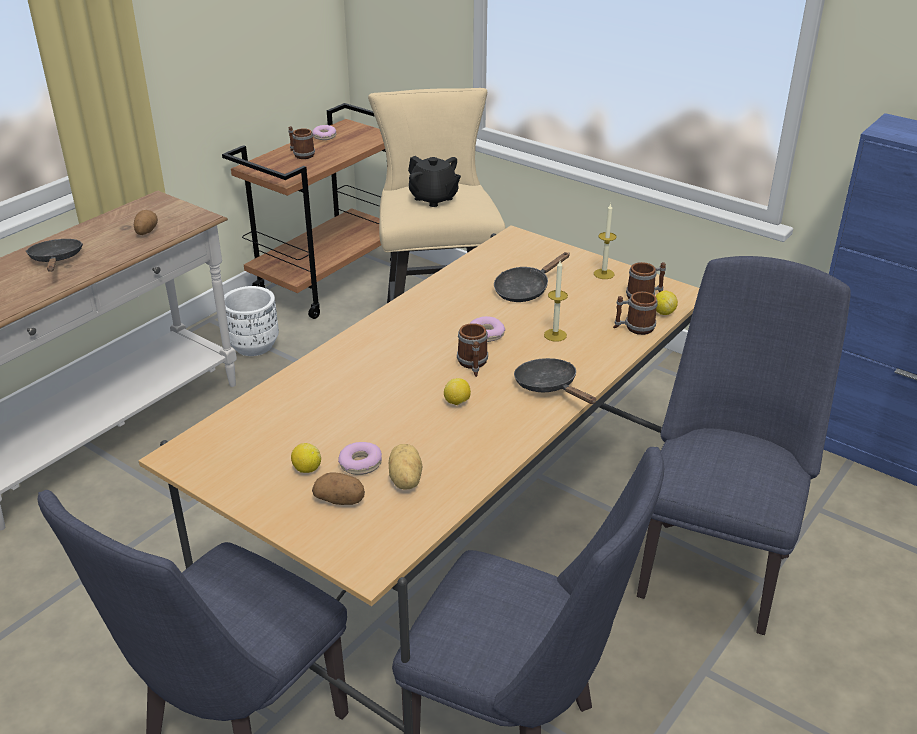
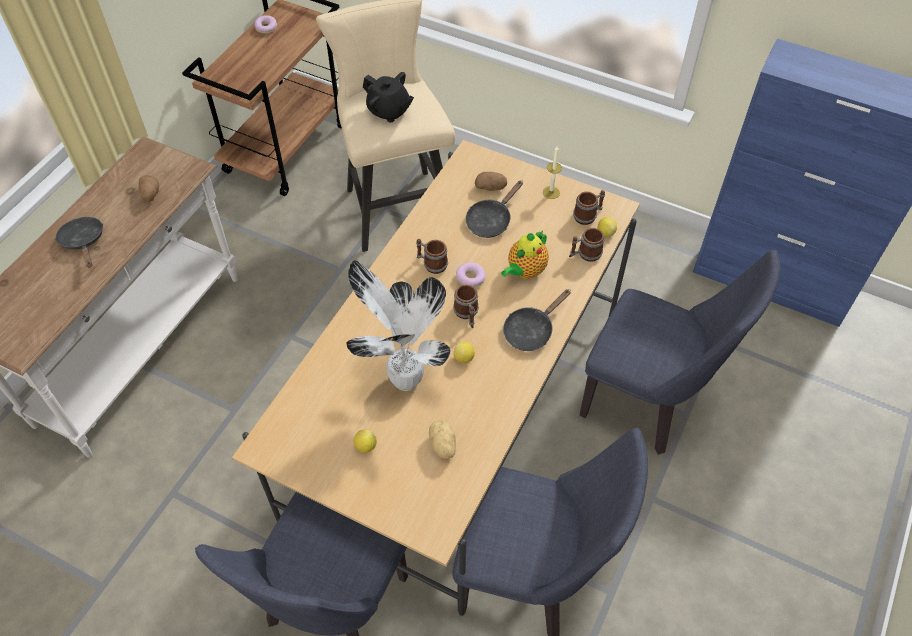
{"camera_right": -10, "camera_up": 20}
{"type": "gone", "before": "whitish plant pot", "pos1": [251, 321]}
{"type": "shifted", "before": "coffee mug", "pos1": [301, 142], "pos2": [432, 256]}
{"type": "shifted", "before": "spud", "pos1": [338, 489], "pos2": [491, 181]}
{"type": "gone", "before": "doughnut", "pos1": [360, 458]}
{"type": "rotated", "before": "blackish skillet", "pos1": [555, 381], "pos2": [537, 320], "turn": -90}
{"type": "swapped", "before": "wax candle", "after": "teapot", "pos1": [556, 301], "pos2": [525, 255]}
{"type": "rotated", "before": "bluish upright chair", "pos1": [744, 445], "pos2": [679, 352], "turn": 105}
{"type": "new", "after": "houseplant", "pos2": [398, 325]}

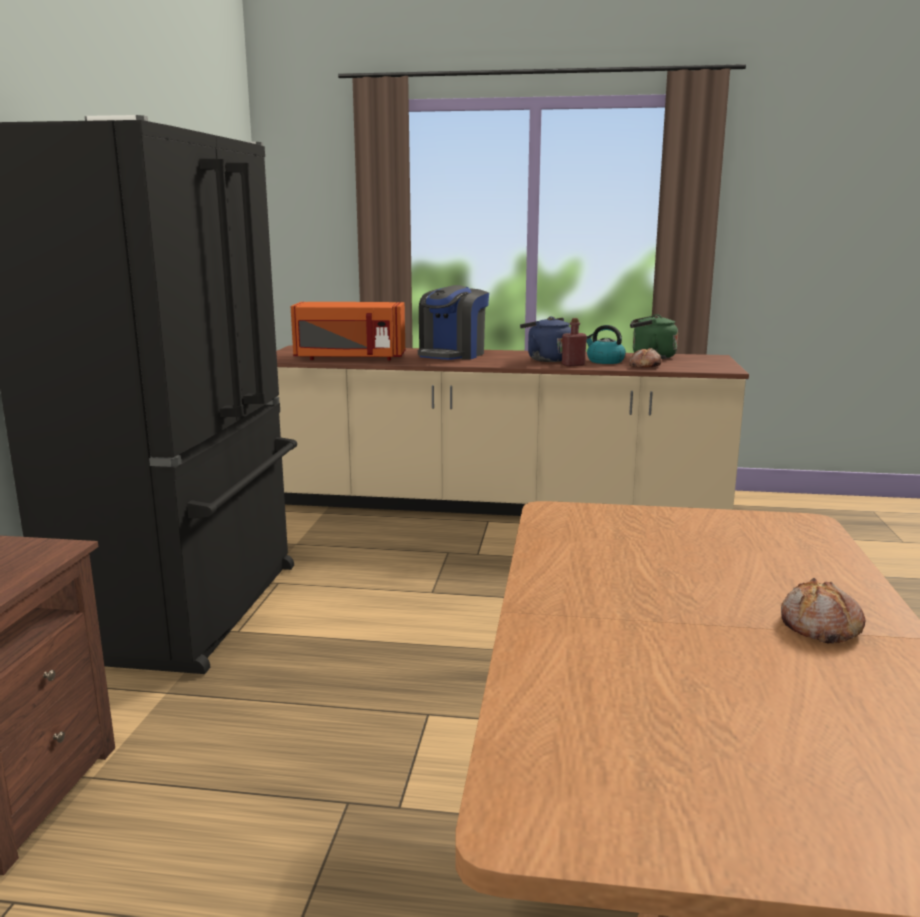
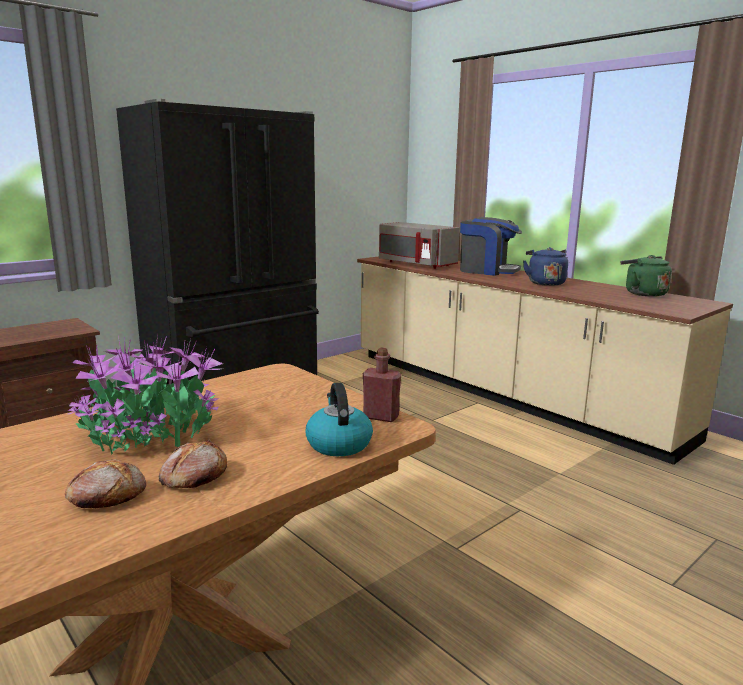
{"camera_right": 40, "camera_up": 0}
{"type": "repainted", "before": "orangey microwave oven", "after": "greyish microwave oven", "pos1": [348, 331], "pos2": [419, 245]}
{"type": "rotated", "before": "coffee maker", "pos1": [453, 322], "pos2": [491, 246], "turn": -135}
{"type": "shifted", "before": "red beverage bottle", "pos1": [574, 342], "pos2": [382, 385]}
{"type": "shifted", "before": "tea kettle", "pos1": [606, 344], "pos2": [339, 419]}
{"type": "shifted", "before": "bakery bread", "pos1": [645, 358], "pos2": [105, 483]}
{"type": "new", "after": "houseplant", "pos2": [146, 394]}

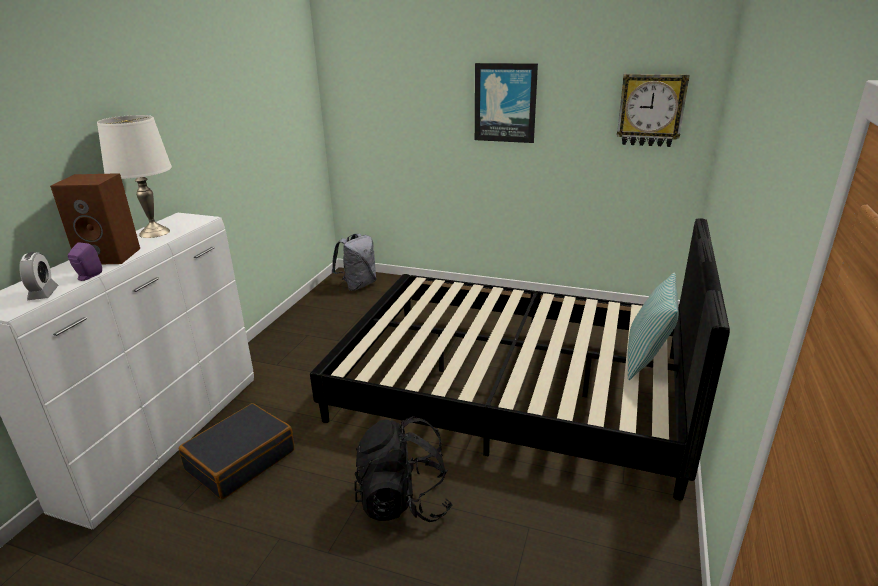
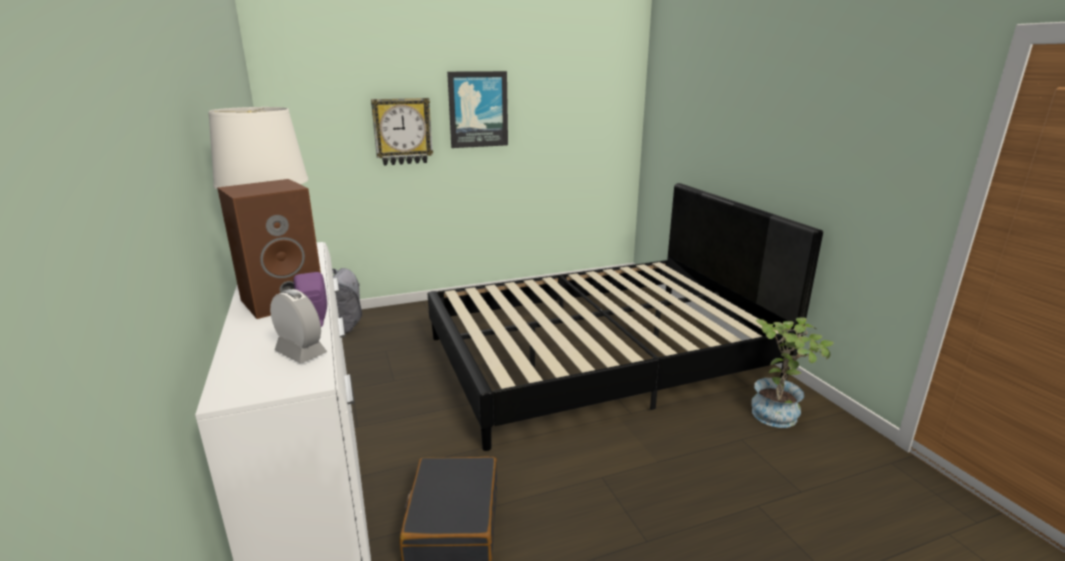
{"camera_right": -40, "camera_up": -5}
{"type": "gone", "before": "blackish backpack", "pos1": [403, 469]}
{"type": "shifted", "before": "clock on the wall", "pos1": [653, 110], "pos2": [402, 131]}
{"type": "gone", "before": "throw pillow", "pos1": [653, 326]}
{"type": "new", "after": "houseplant", "pos2": [792, 373]}

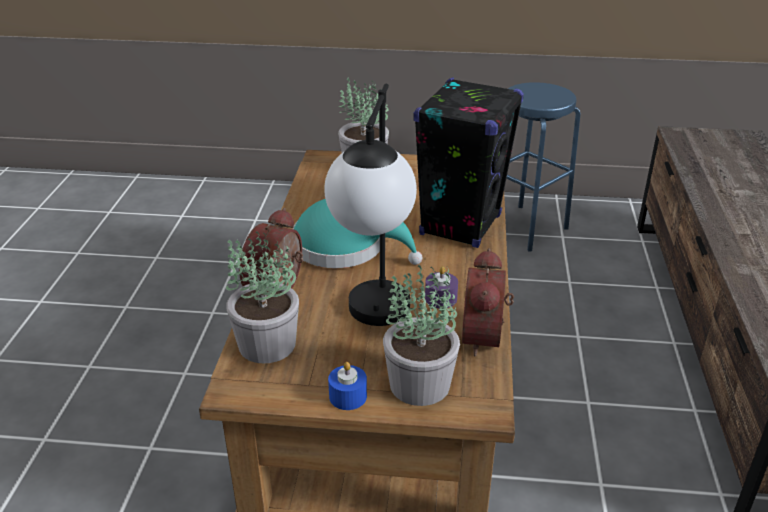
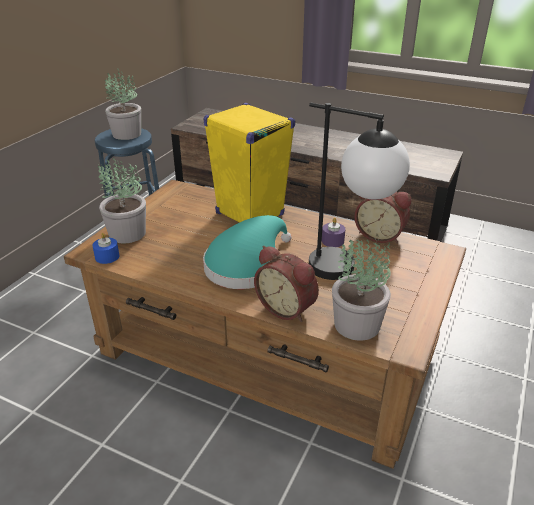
{"camera_right": -70, "camera_up": 0}
{"type": "shifted", "before": "bluish wax candle", "pos1": [347, 386], "pos2": [105, 248]}
{"type": "shifted", "before": "houseplant", "pos1": [421, 335], "pos2": [123, 104]}
{"type": "repainted", "before": "blackish audio speaker", "after": "yellow audio speaker", "pos1": [468, 162], "pos2": [249, 163]}

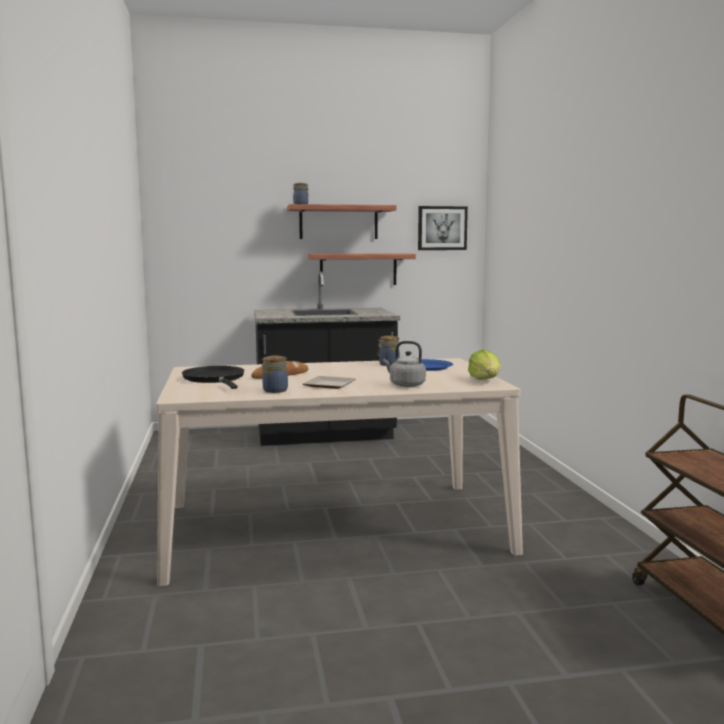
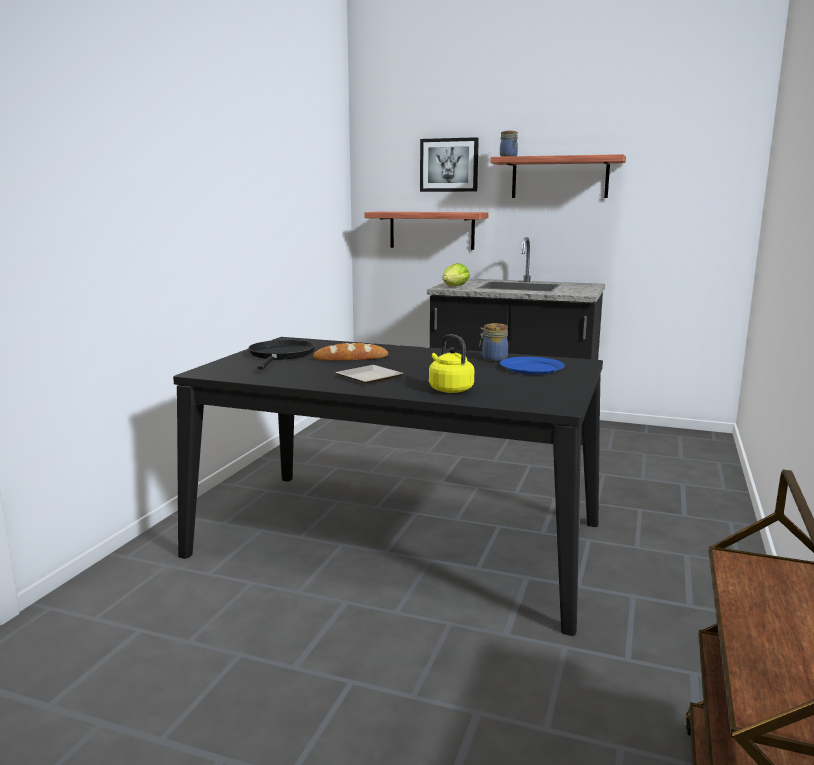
{"camera_right": 30, "camera_up": 5}
{"type": "repainted", "before": "sand-coloured dinner table", "after": "blackish dinner table", "pos1": [339, 472], "pos2": [388, 486]}
{"type": "gone", "before": "storage jar", "pos1": [275, 374]}
{"type": "shifted", "before": "bracket shelf", "pos1": [362, 270], "pos2": [426, 231]}
{"type": "repainted", "before": "greyish tea kettle", "after": "yellow tea kettle", "pos1": [404, 364], "pos2": [451, 363]}
{"type": "shifted", "before": "wall art", "pos1": [443, 228], "pos2": [449, 164]}
{"type": "shifted", "before": "lettuce head", "pos1": [484, 364], "pos2": [456, 274]}

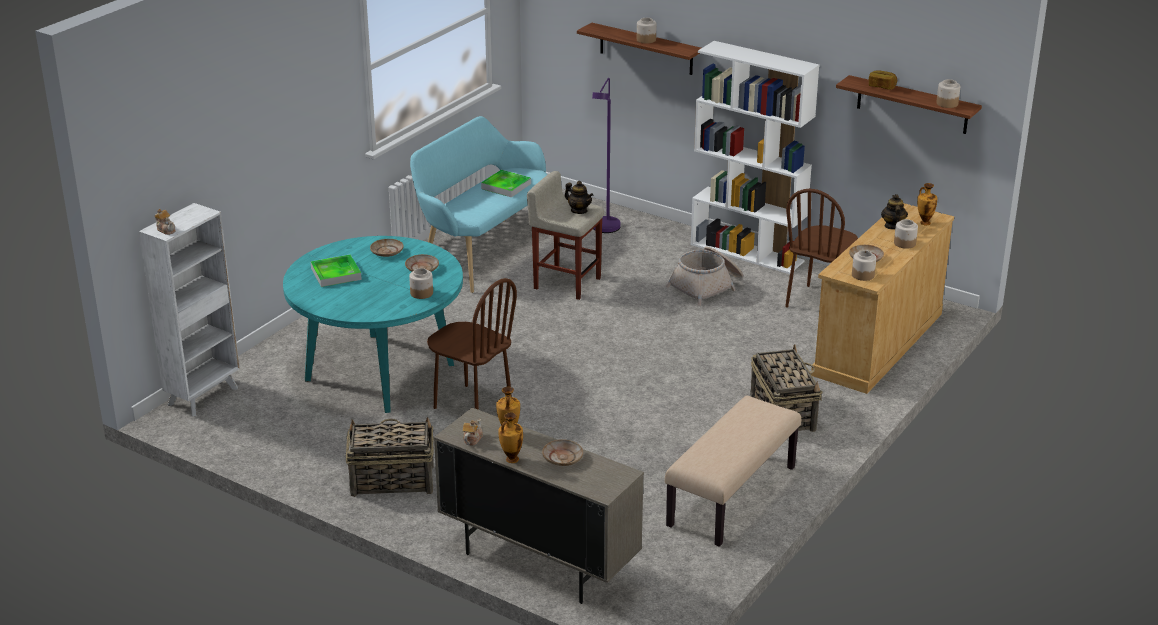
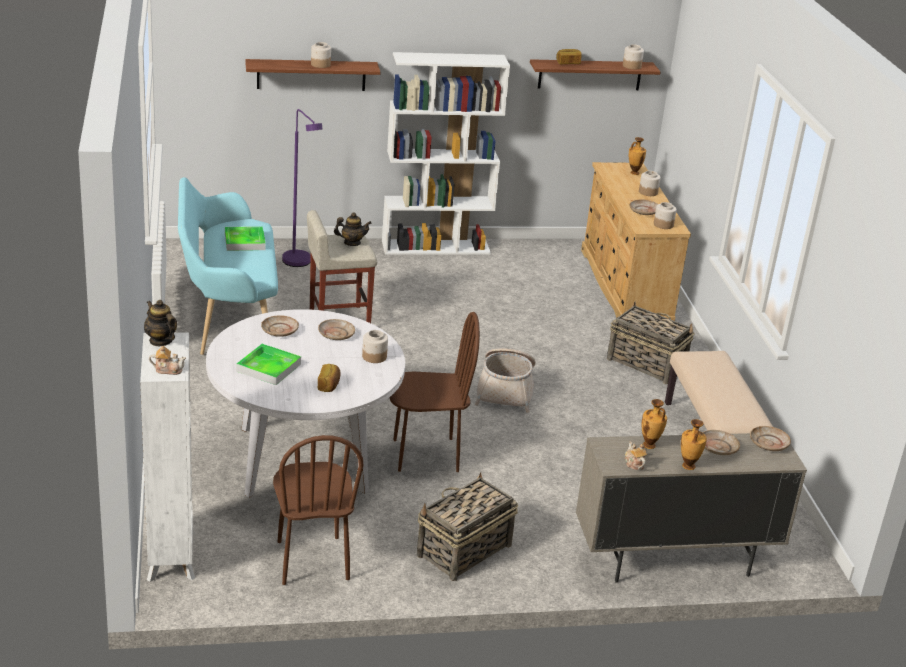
{"camera_right": -45, "camera_up": 0}
{"type": "repainted", "before": "turquoise dinner table", "after": "whitish dinner table", "pos1": [373, 324], "pos2": [305, 403]}
{"type": "shifted", "before": "basket", "pos1": [704, 276], "pos2": [505, 380]}
{"type": "shifted", "before": "brown-coloured upright chair", "pos1": [821, 248], "pos2": [318, 510]}
{"type": "shifted", "before": "teapot", "pos1": [894, 212], "pos2": [160, 323]}
{"type": "new", "after": "bakery bread", "pos2": [329, 378]}
{"type": "new", "after": "sand-coloured plate", "pos2": [770, 438]}

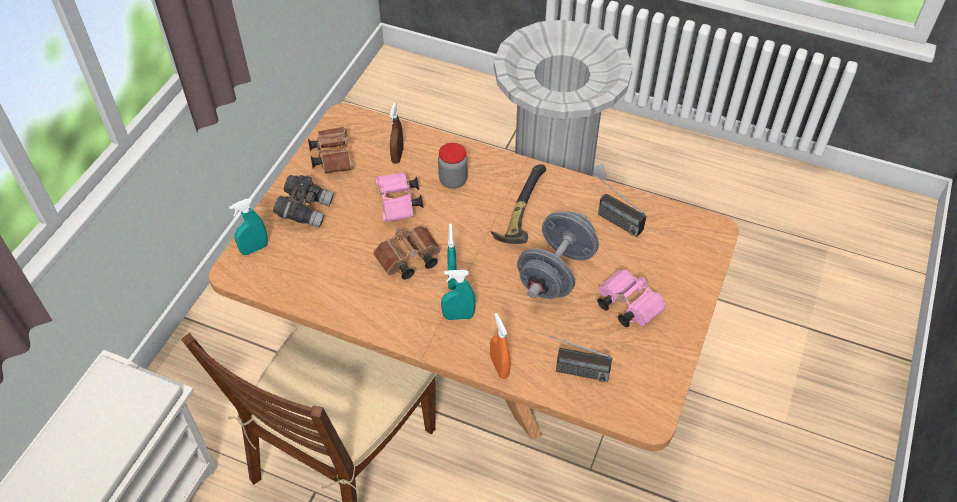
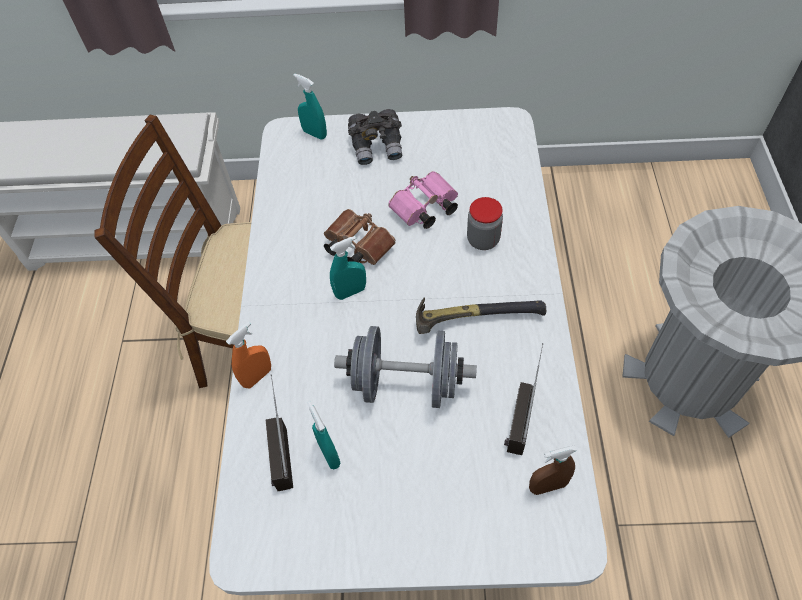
{"camera_right": 70, "camera_up": 5}
{"type": "repainted", "before": "brown-coloured dinner table", "after": "whitish dinner table", "pos1": [474, 277], "pos2": [408, 351]}
{"type": "gone", "before": "brown-coloured field glasses", "pos1": [330, 150]}
{"type": "shifted", "before": "brown-coloured sprayer", "pos1": [397, 133], "pos2": [553, 470]}
{"type": "shifted", "before": "turquoise sprayer", "pos1": [458, 295], "pos2": [323, 435]}
{"type": "gone", "before": "pink-coloured field glasses", "pos1": [631, 298]}

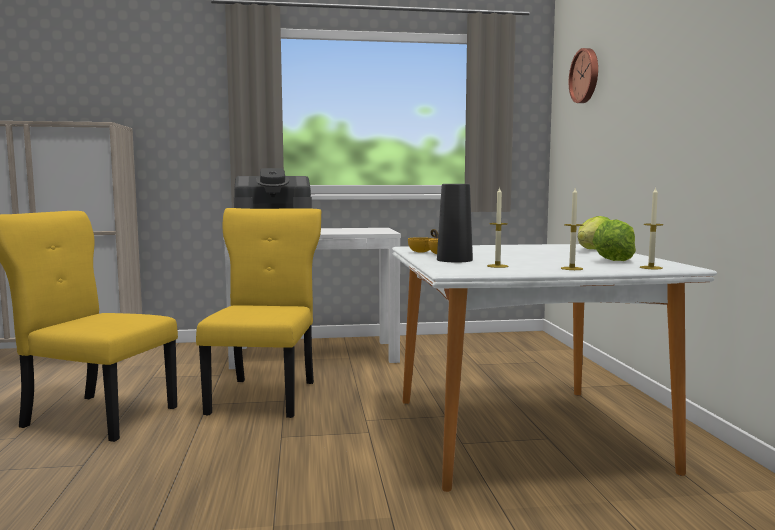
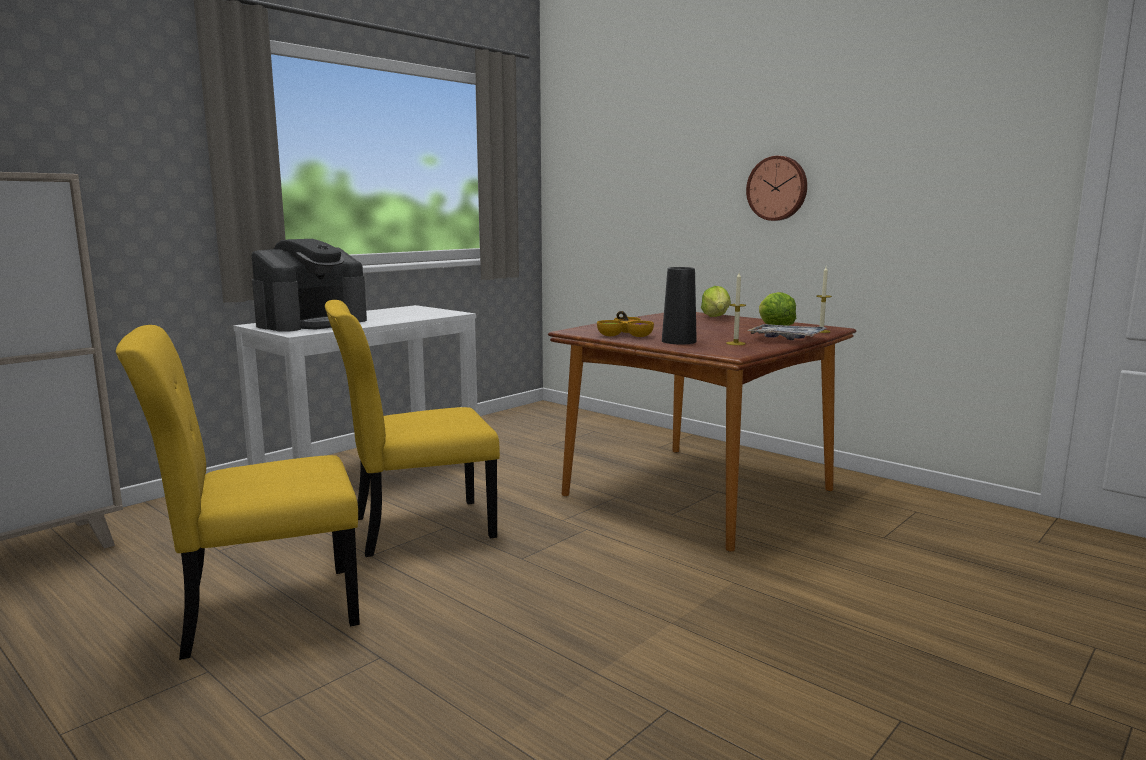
{"camera_right": -40, "camera_up": 5}
{"type": "rotated", "before": "yellow upright chair", "pos1": [258, 313], "pos2": [412, 428], "turn": -75}
{"type": "repainted", "before": "whitish dinner table", "after": "brown-coloured dinner table", "pos1": [554, 368], "pos2": [702, 432]}
{"type": "swapped", "before": "wax candle", "after": "serving tray", "pos1": [572, 229], "pos2": [787, 332]}
{"type": "shifted", "before": "clock on the wall", "pos1": [583, 75], "pos2": [776, 188]}

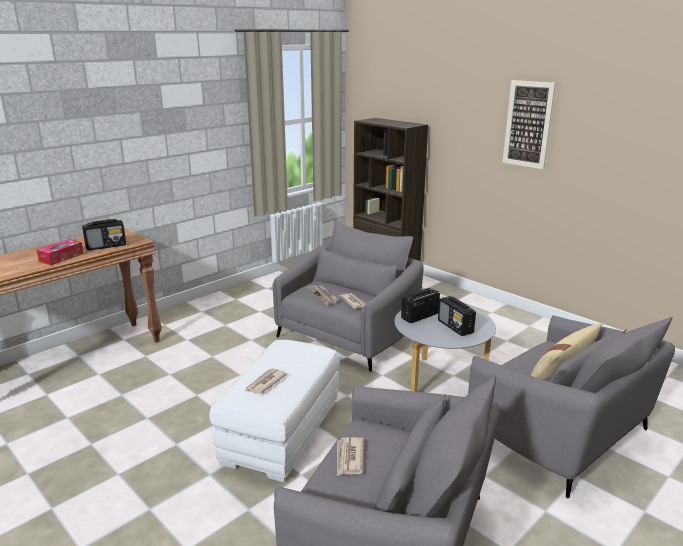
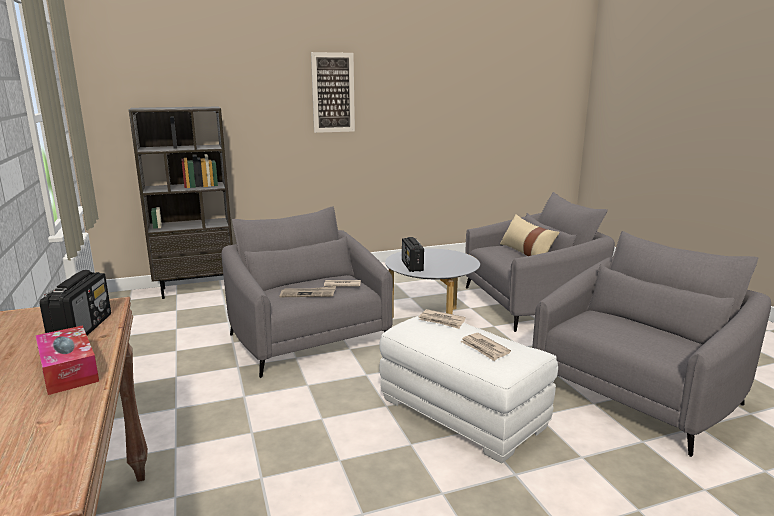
{"camera_right": -65, "camera_up": -5}
{"type": "shifted", "before": "newspaper", "pos1": [350, 456], "pos2": [442, 319]}
{"type": "gone", "before": "radio set", "pos1": [457, 316]}

